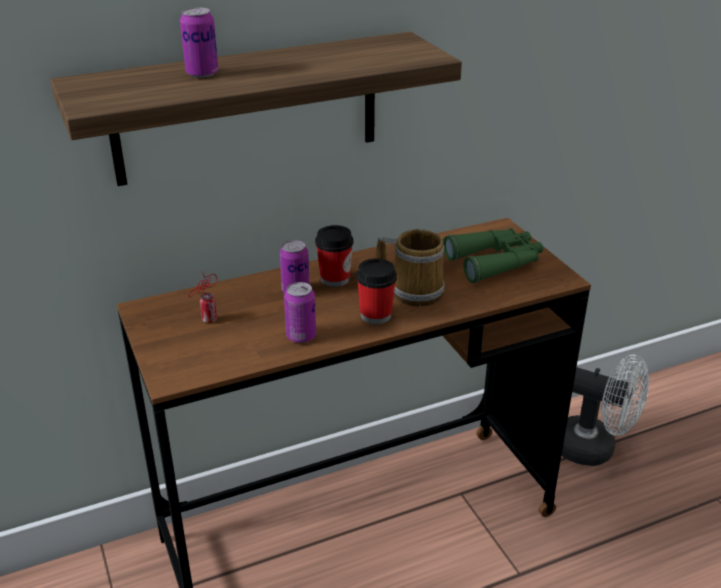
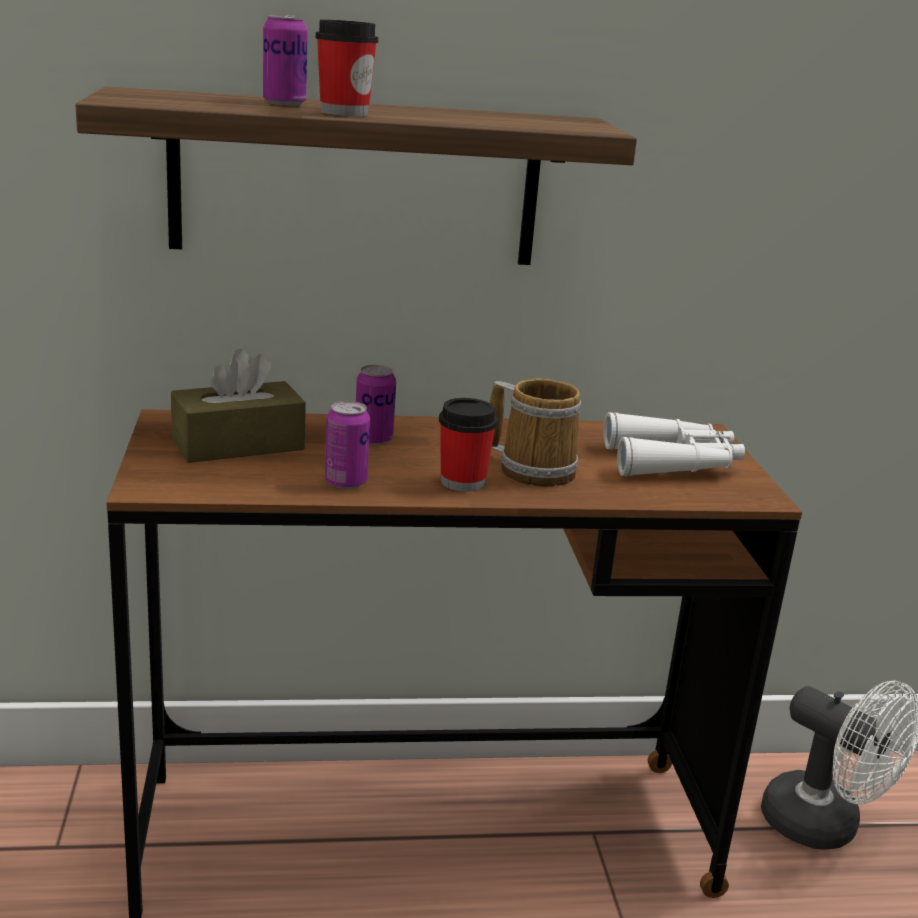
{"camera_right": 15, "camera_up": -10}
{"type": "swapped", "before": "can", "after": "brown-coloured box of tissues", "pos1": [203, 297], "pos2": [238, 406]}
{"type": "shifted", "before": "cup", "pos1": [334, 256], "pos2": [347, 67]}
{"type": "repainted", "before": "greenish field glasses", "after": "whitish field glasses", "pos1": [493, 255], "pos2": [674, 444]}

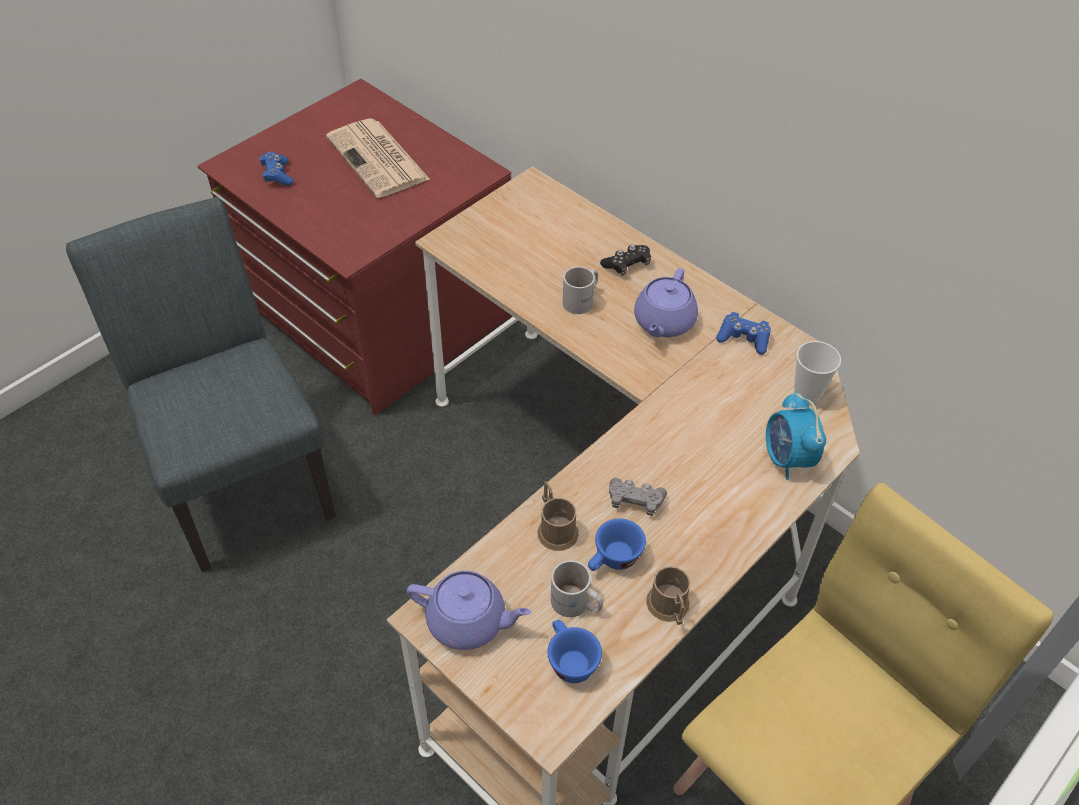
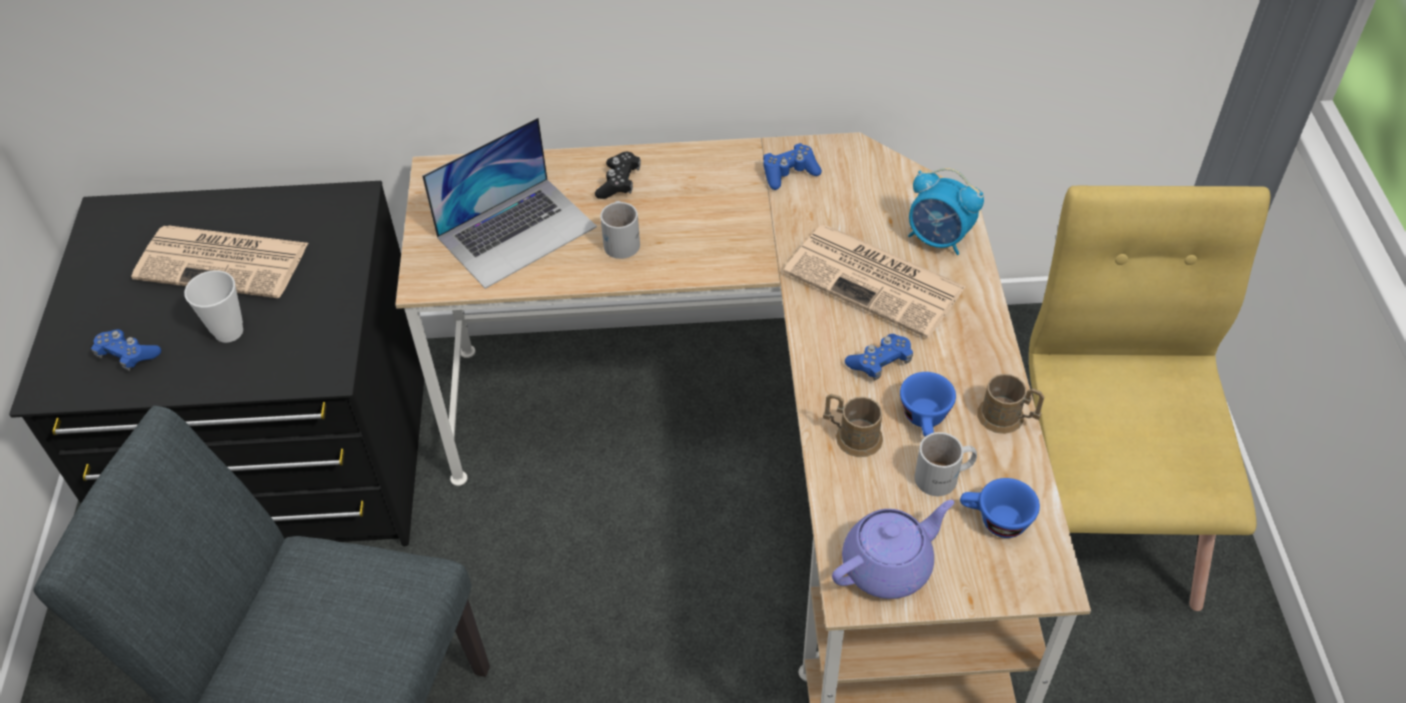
{"camera_right": -45, "camera_up": 0}
{"type": "repainted", "before": "red chest of drawers", "after": "blackish chest of drawers", "pos1": [355, 247], "pos2": [216, 363]}
{"type": "repainted", "before": "greyish gamepad", "after": "bluish gamepad", "pos1": [638, 497], "pos2": [879, 357]}
{"type": "gone", "before": "purplish teapot", "pos1": [666, 302]}
{"type": "shifted", "before": "cup", "pos1": [817, 373], "pos2": [213, 306]}
{"type": "new", "after": "notebook computer", "pos2": [509, 203]}
{"type": "new", "after": "newspaper", "pos2": [875, 281]}

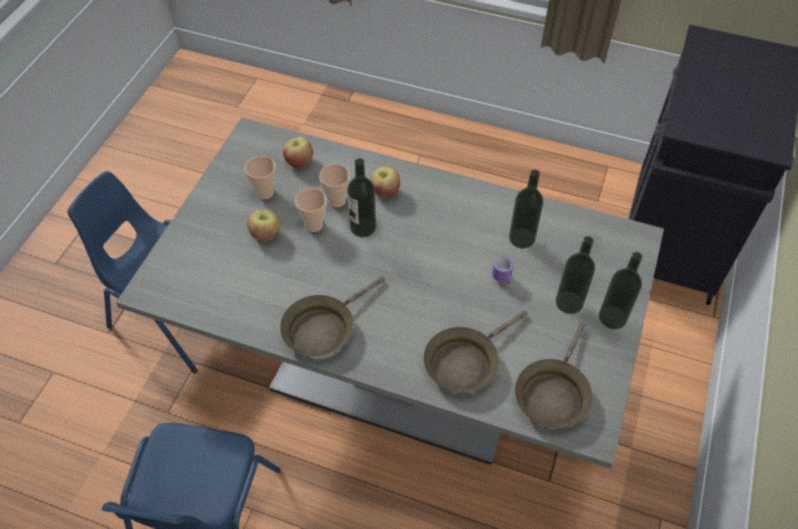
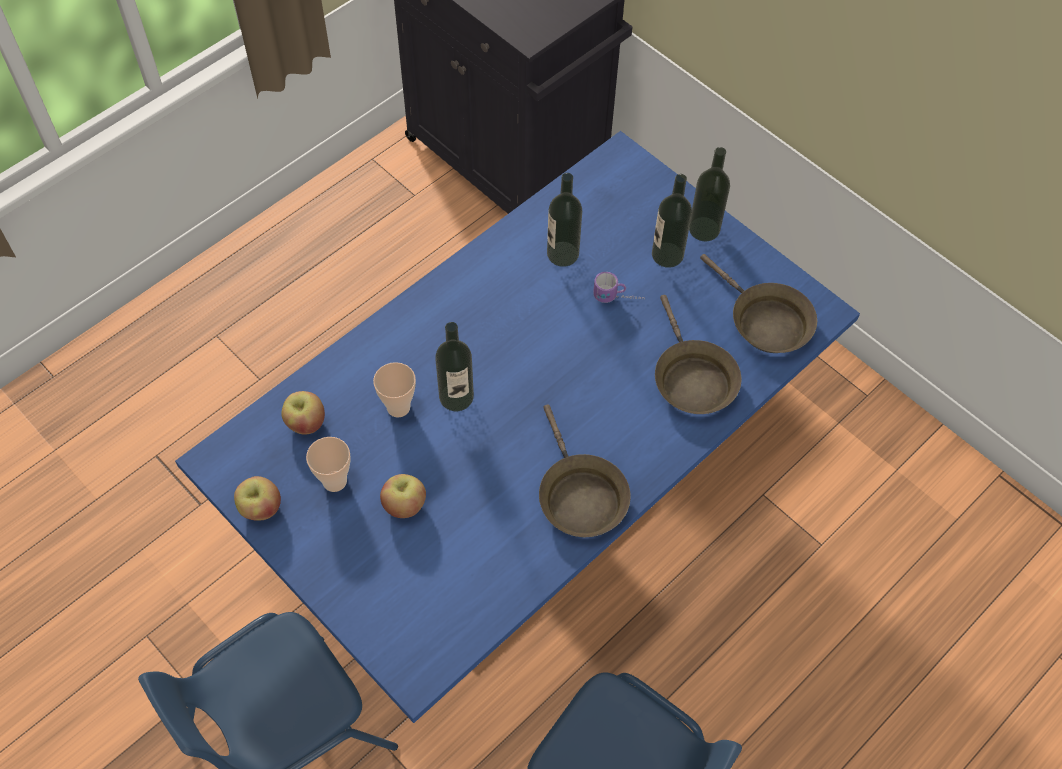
{"camera_right": -65, "camera_up": 5}
{"type": "repainted", "before": "greyish dinner table", "after": "bluish dinner table", "pos1": [390, 293], "pos2": [517, 427]}
{"type": "gone", "before": "cup", "pos1": [311, 210]}
{"type": "shifted", "before": "apple", "pos1": [385, 183], "pos2": [257, 498]}

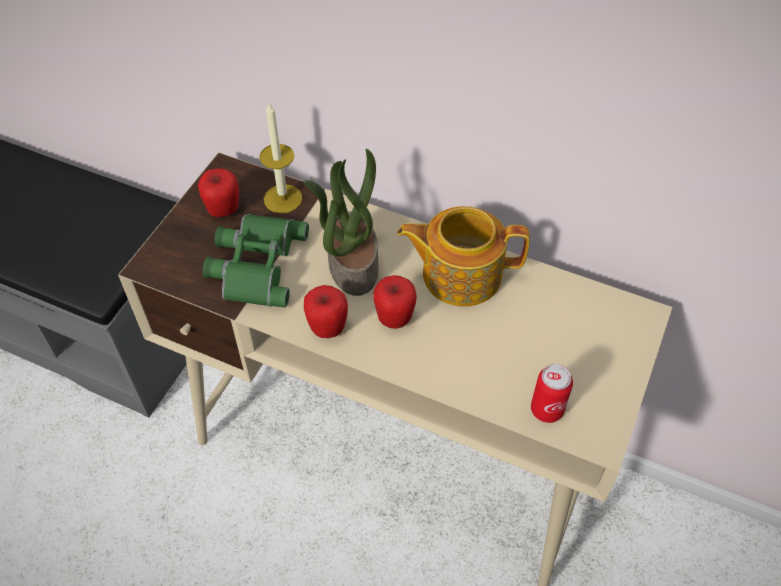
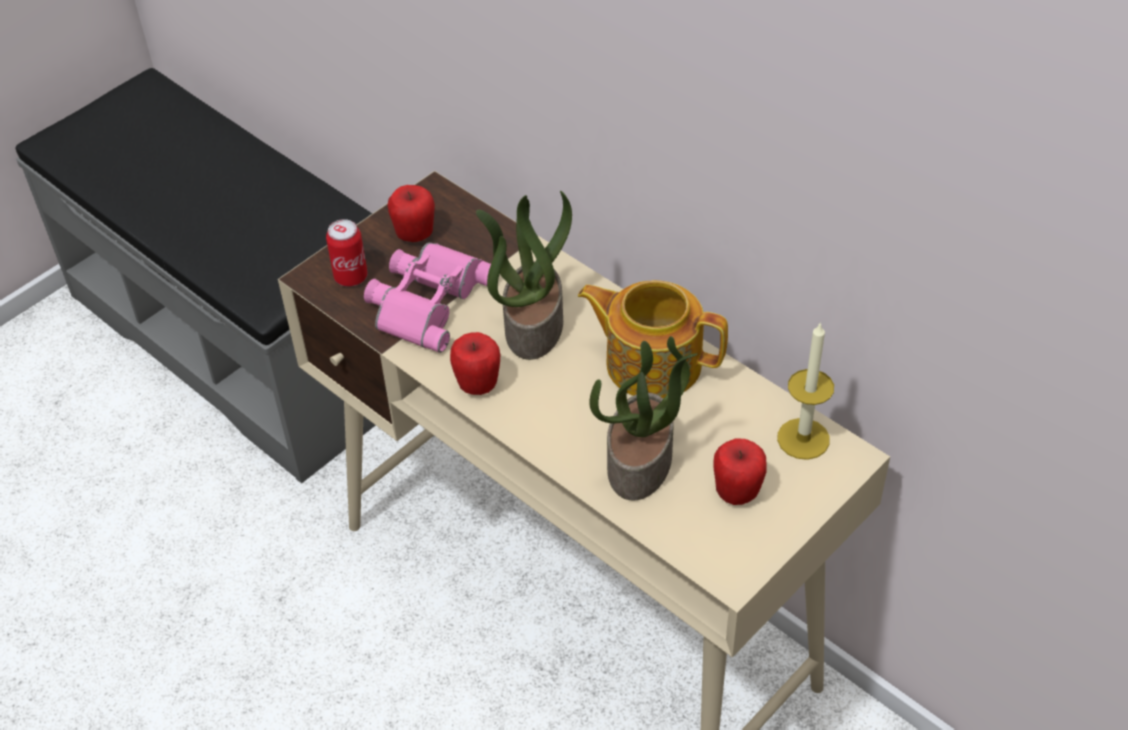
{"camera_right": 20, "camera_up": -5}
{"type": "repainted", "before": "greenish field glasses", "after": "pink-coloured field glasses", "pos1": [256, 261], "pos2": [432, 297]}
{"type": "shifted", "before": "wax candle", "pos1": [281, 158], "pos2": [805, 391]}
{"type": "shifted", "before": "apple", "pos1": [395, 302], "pos2": [740, 472]}
{"type": "shifted", "before": "can", "pos1": [552, 393], "pos2": [347, 253]}
{"type": "new", "after": "houseplant", "pos2": [643, 418]}

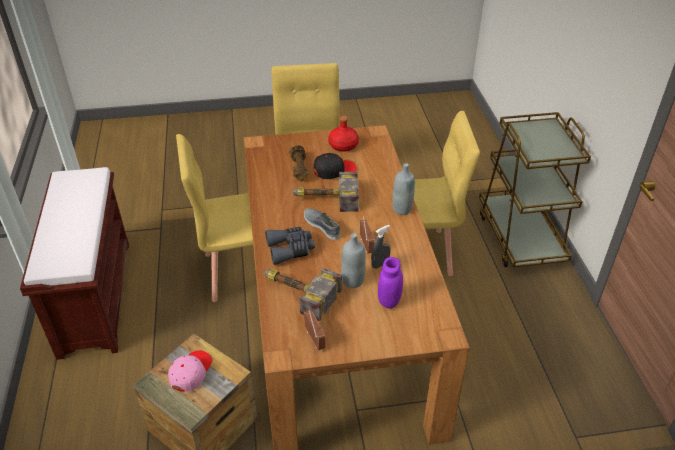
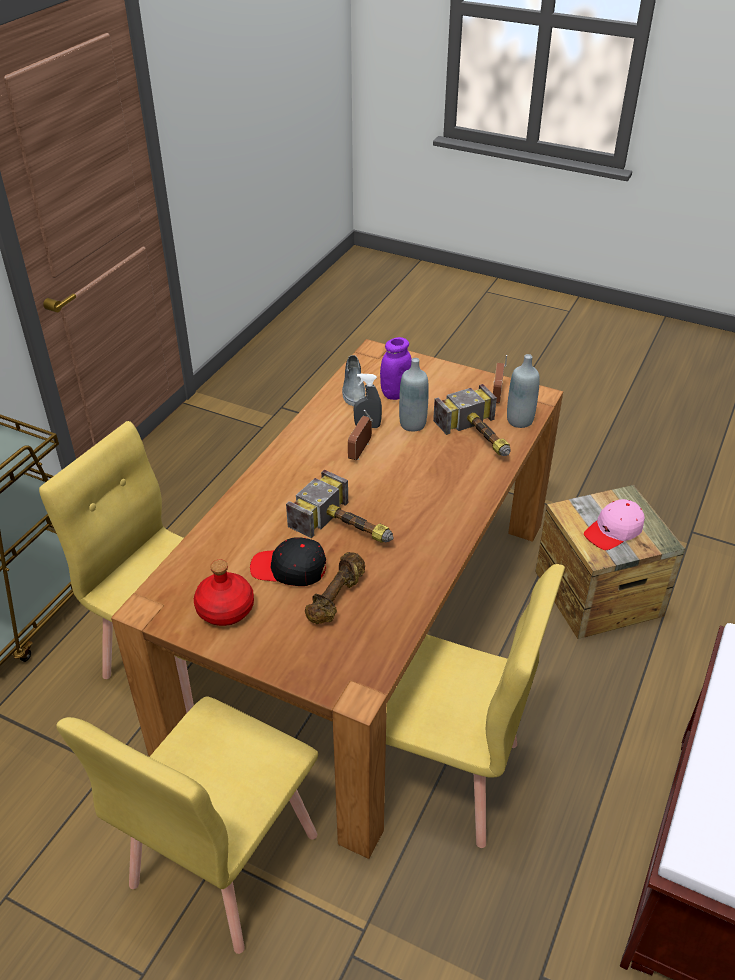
{"camera_right": -145, "camera_up": 0}
{"type": "gone", "before": "greyish field glasses", "pos1": [290, 246]}
{"type": "shifted", "before": "greyish low shoe", "pos1": [322, 224], "pos2": [353, 380]}
{"type": "shifted", "before": "greyish beverage bottle", "pos1": [403, 189], "pos2": [523, 391]}

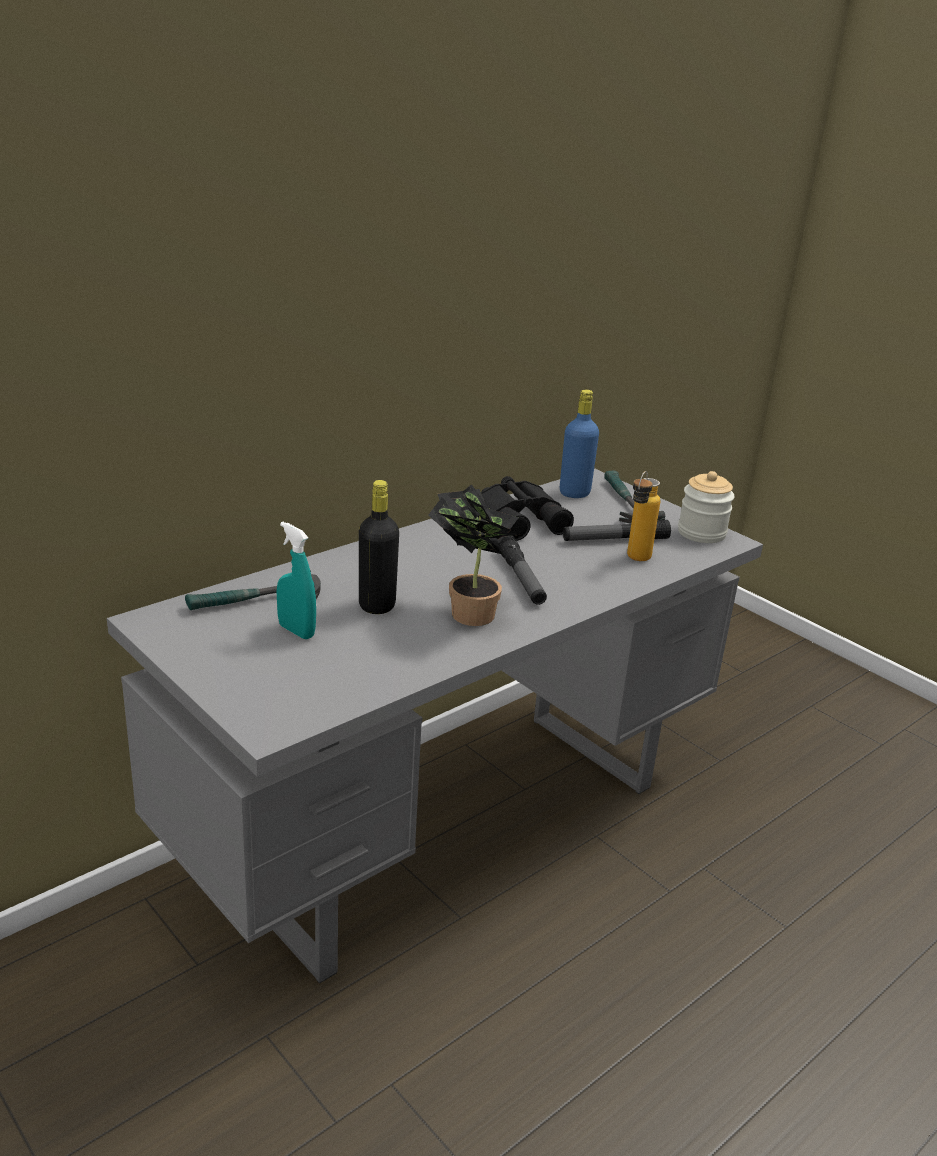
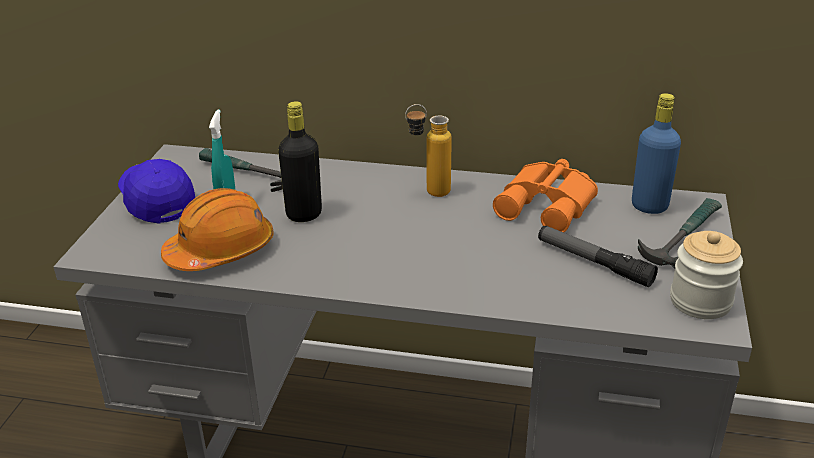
{"camera_right": 55, "camera_up": 5}
{"type": "gone", "before": "houseplant", "pos1": [474, 555]}
{"type": "repainted", "before": "blackish field glasses", "after": "orangey field glasses", "pos1": [527, 508], "pos2": [545, 195]}
{"type": "gone", "before": "flashlight", "pos1": [522, 570]}
{"type": "shifted", "before": "beverage bottle", "pos1": [643, 516], "pos2": [428, 150]}
{"type": "new", "after": "bluish baseball cap", "pos2": [156, 191]}
{"type": "new", "after": "orangey safety helmet", "pos2": [217, 229]}

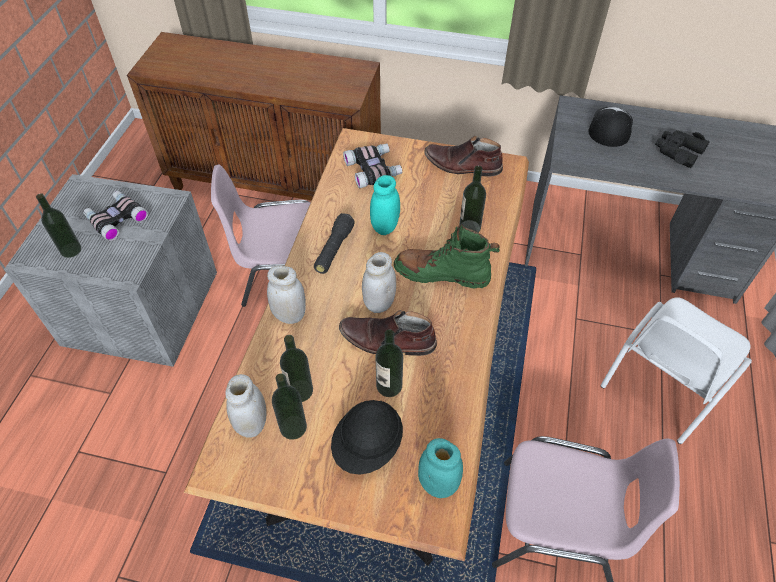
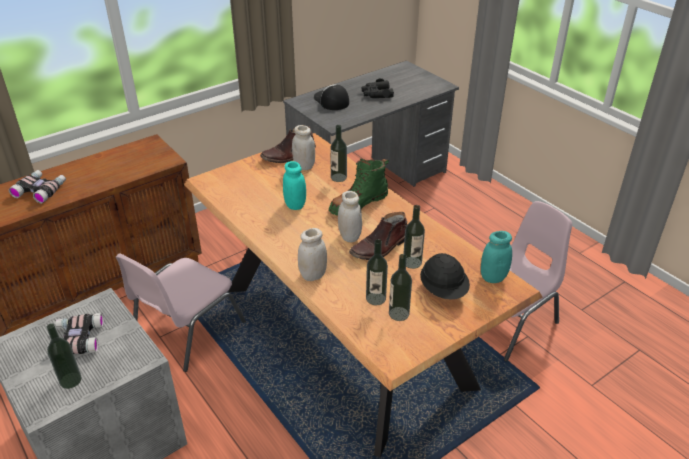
{"camera_right": -50, "camera_up": -15}
{"type": "shifted", "before": "whitish storage jar", "pos1": [245, 406], "pos2": [303, 147]}
{"type": "gone", "before": "blackish flashlight", "pos1": [334, 243]}
{"type": "shifted", "before": "field glasses", "pos1": [372, 166], "pos2": [37, 187]}
{"type": "gone", "before": "whitish upright chair", "pos1": [676, 370]}

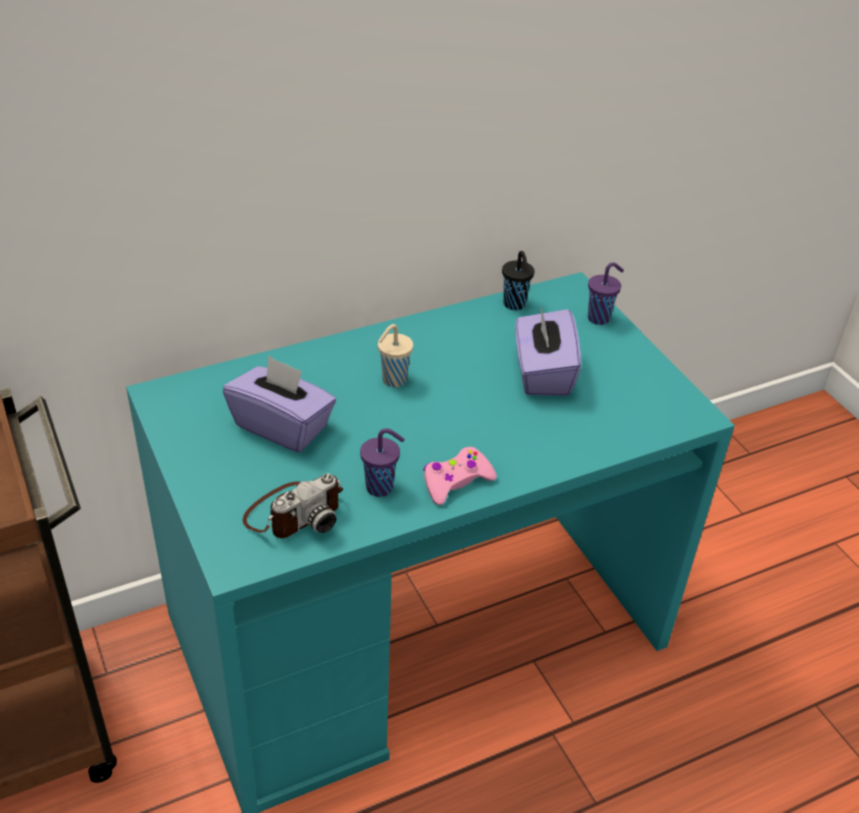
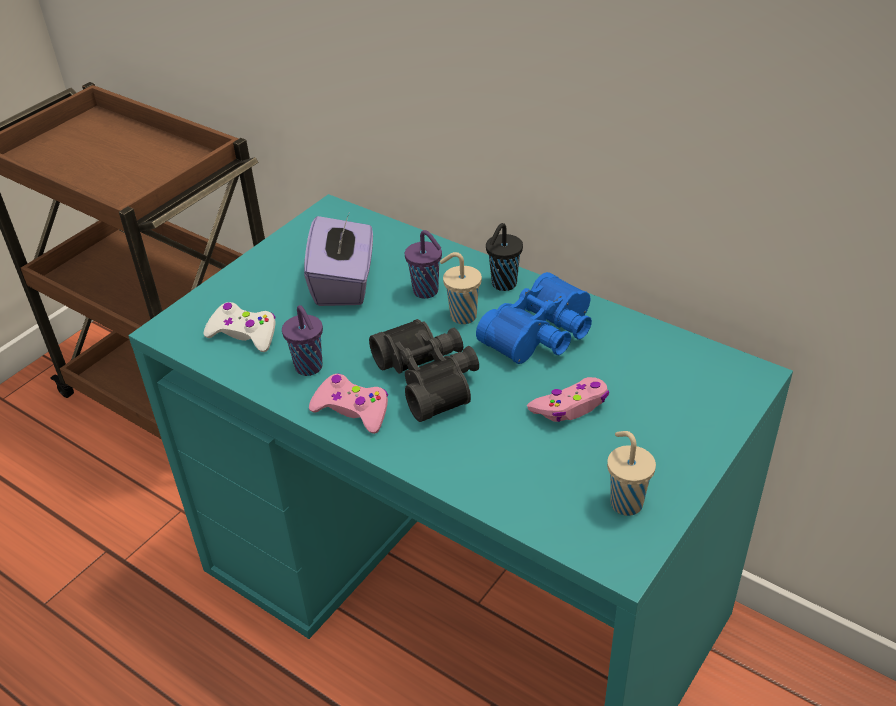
{"camera_right": 65, "camera_up": 0}
{"type": "swapped", "before": "photo camera", "after": "whitish gamepad", "pos1": [293, 505], "pos2": [240, 327]}
{"type": "shifted", "before": "blackish cup", "pos1": [518, 280], "pos2": [504, 257]}
{"type": "swapped", "before": "purplish box of tissues", "after": "pink-coloured gamepad", "pos1": [548, 351], "pos2": [568, 399]}
{"type": "shifted", "before": "purplish cup", "pos1": [606, 293], "pos2": [423, 264]}
{"type": "new", "after": "blackish field glasses", "pos2": [424, 370]}
{"type": "new", "after": "bluish field glasses", "pos2": [534, 318]}
{"type": "new", "after": "sand-coloured cup", "pos2": [631, 473]}

